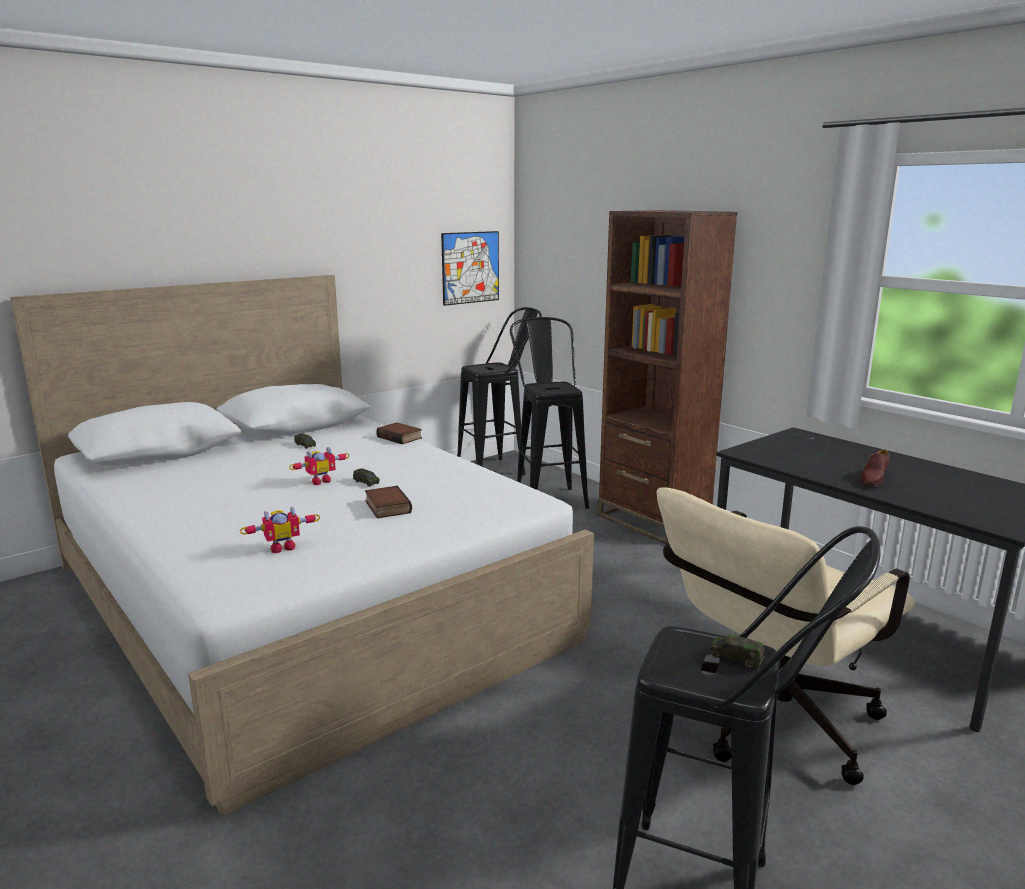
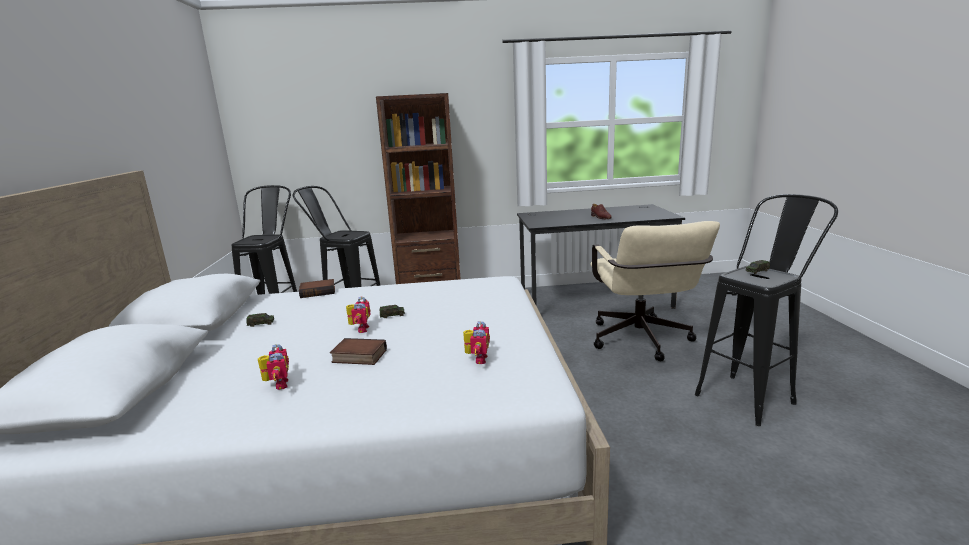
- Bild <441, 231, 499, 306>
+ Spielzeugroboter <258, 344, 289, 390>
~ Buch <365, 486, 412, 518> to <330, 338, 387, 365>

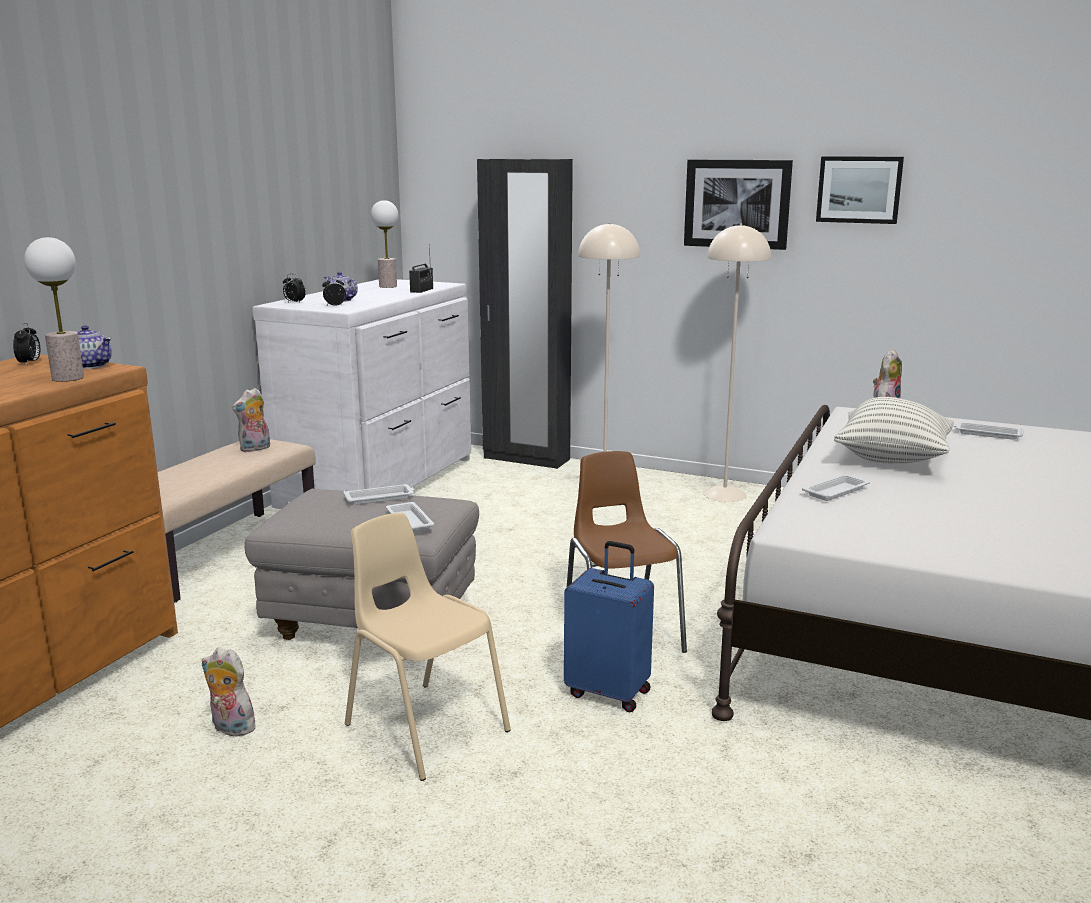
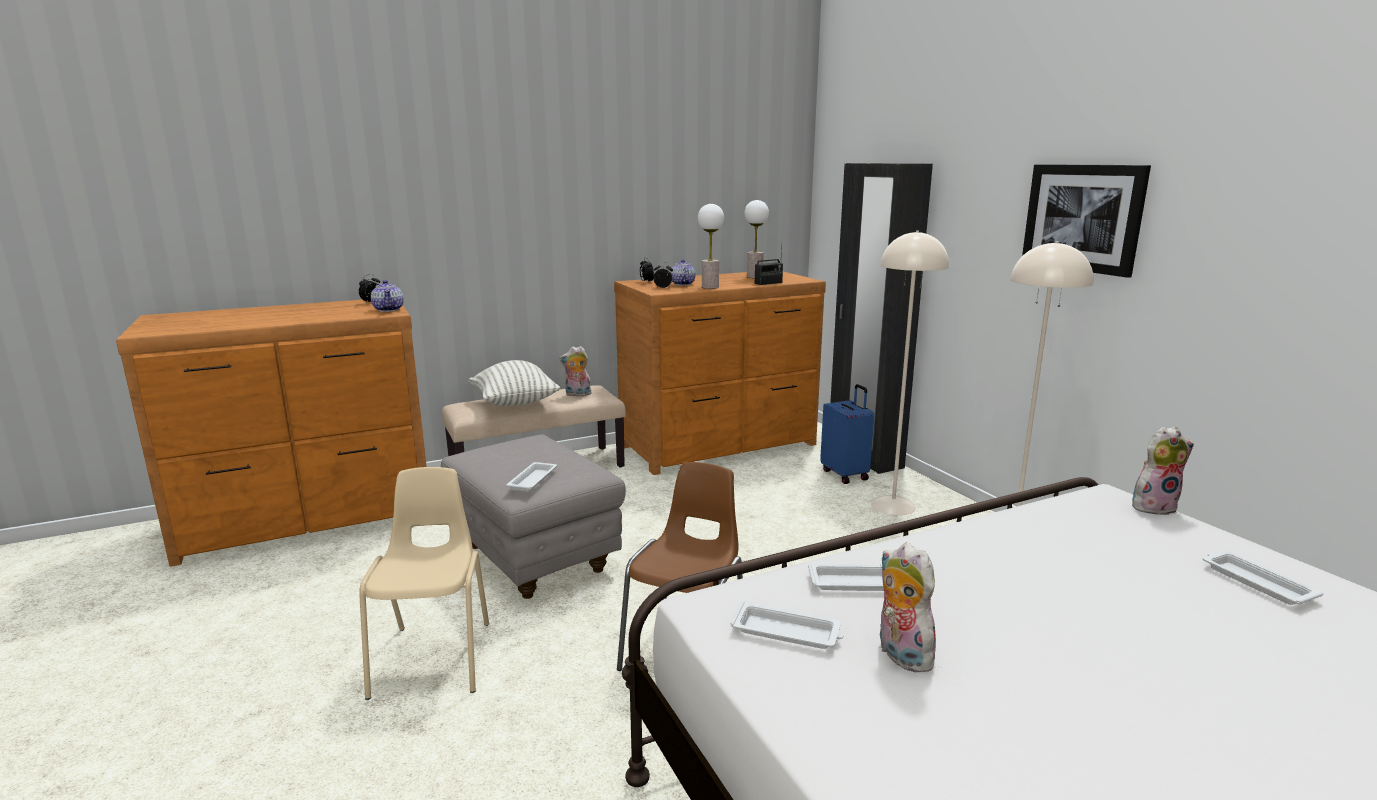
- Bild <816, 156, 904, 224>
~ Tischlampe <24, 237, 84, 382> to <698, 204, 724, 289>
~ Plüschtier <202, 647, 256, 736> to <879, 542, 939, 673>
~ Tablett/weiß <343, 484, 414, 505> to <731, 601, 843, 649>
~ Koffer/blau <564, 541, 654, 712> to <820, 384, 874, 484>
~ Kissen <834, 397, 954, 463> to <469, 360, 560, 406>
~ Kommode/weiß <252, 279, 471, 509> to Kommode/braun <614, 272, 826, 475>

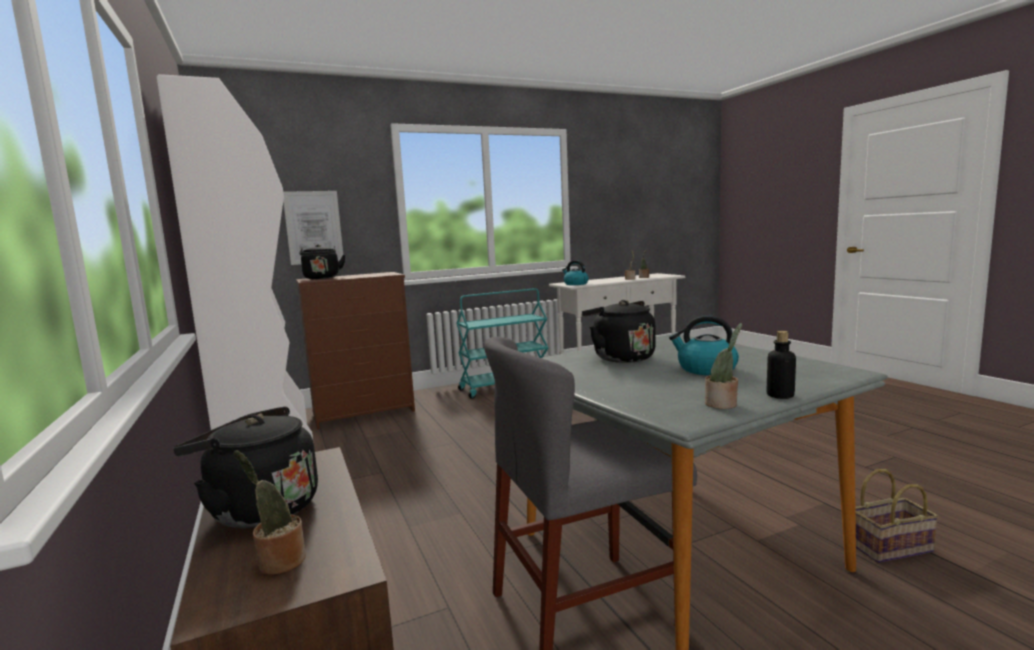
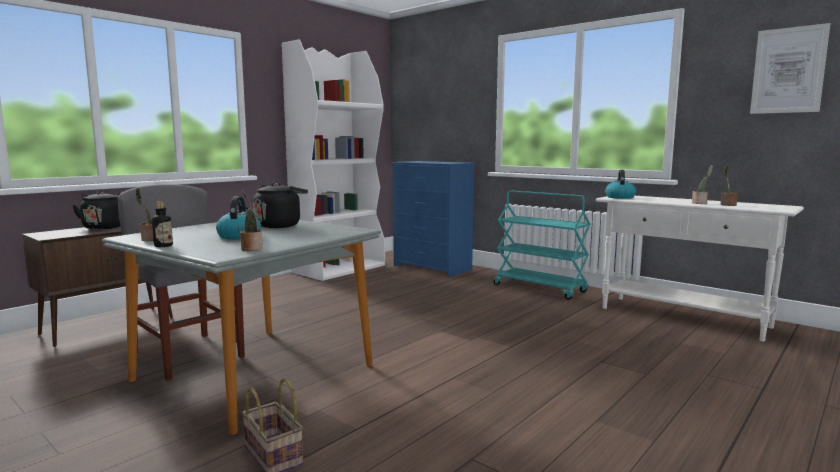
- Wasserkessel/schwarz <299, 244, 345, 279>
~ Topfpflanze <234, 450, 306, 575> to <240, 191, 263, 251>
~ Bild <283, 191, 343, 265> to <750, 23, 830, 114>
~ Kommode/braun <296, 272, 415, 429> to Kommode/blau <392, 161, 475, 277>

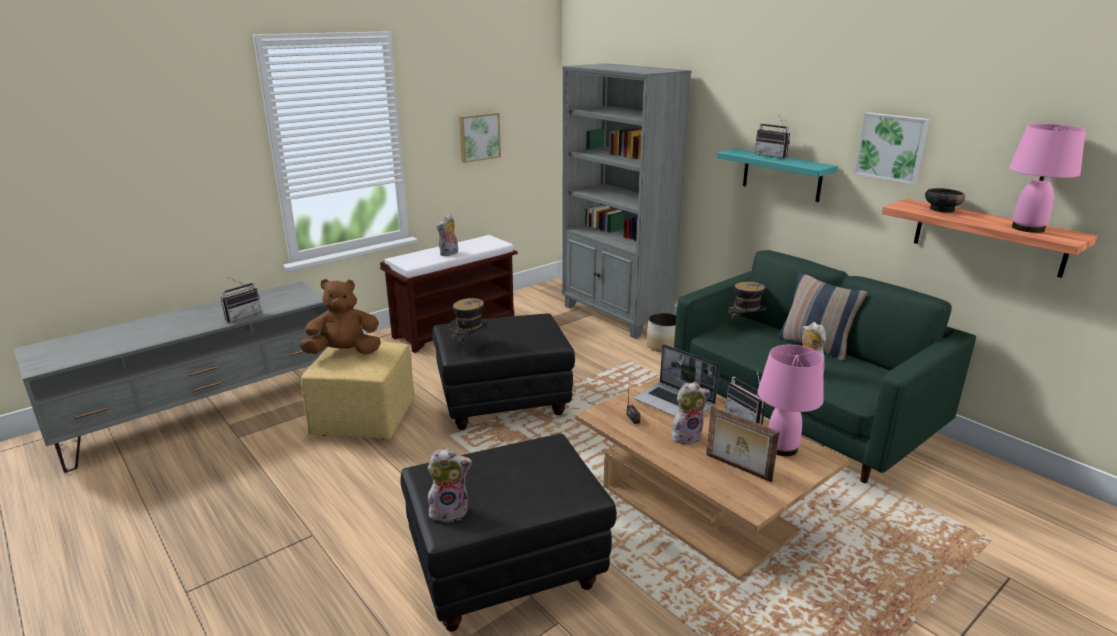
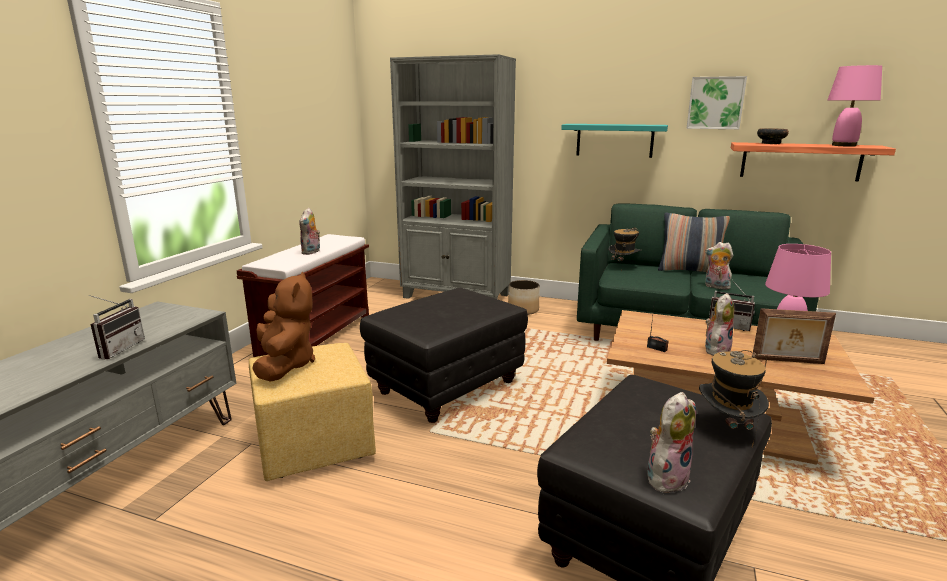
- Bild <459, 112, 501, 163>
- Laptop <634, 344, 719, 417>
- Radio <755, 116, 790, 159>
~ Hut <449, 298, 490, 354> to <699, 350, 769, 447>
~ Plüschtier/braun <299, 279, 381, 354> = <252, 272, 315, 382> 120 degrees clockwise

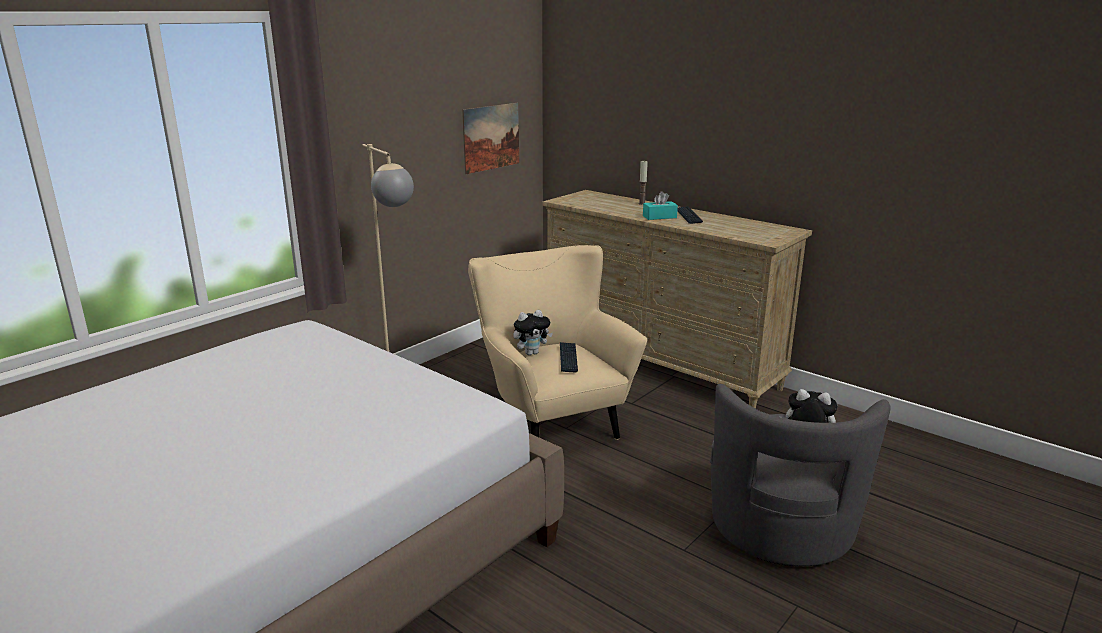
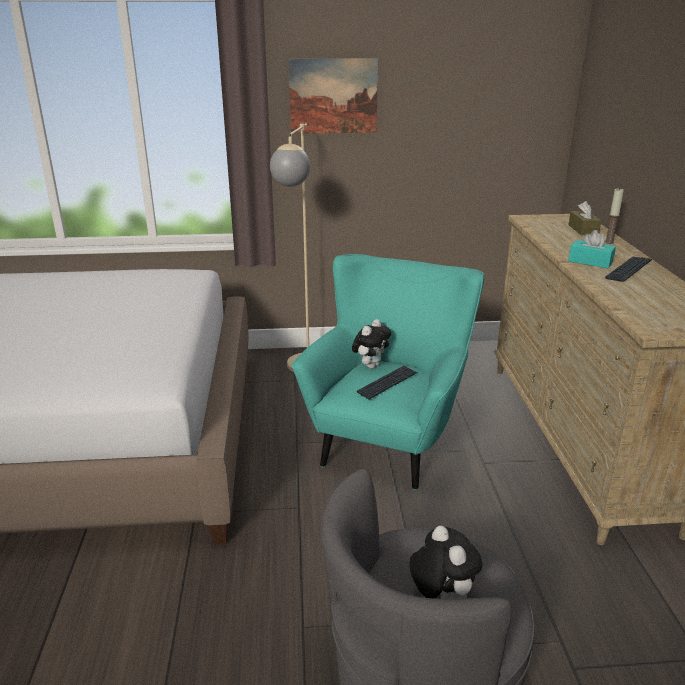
+ Taschentuchbox/braun <569, 201, 601, 235>
~ Bild <462, 103, 519, 174> to <288, 58, 378, 134>
~ Sessel/beige <468, 245, 647, 440> to Sessel/türkis <292, 254, 485, 490>
~ Plüschtier <513, 310, 553, 355> = <352, 319, 391, 369> 75 degrees counterclockwise

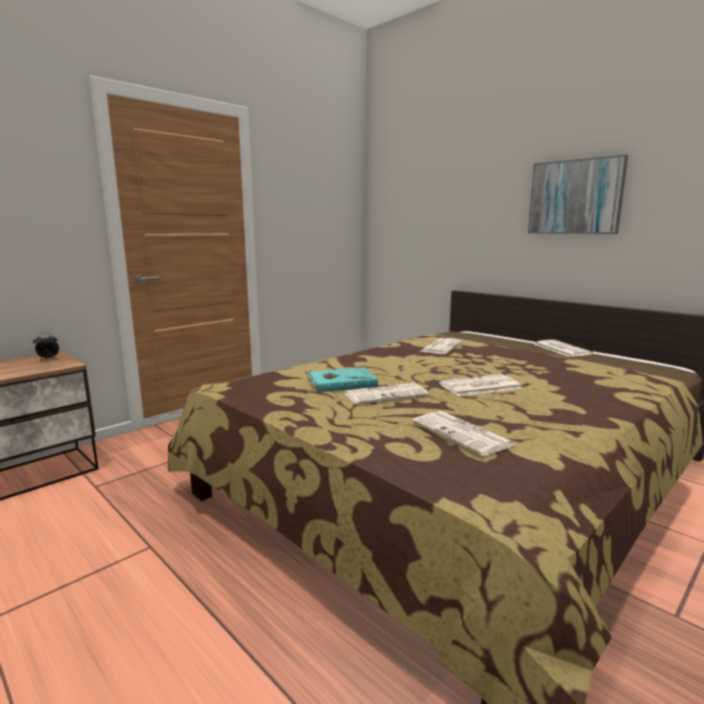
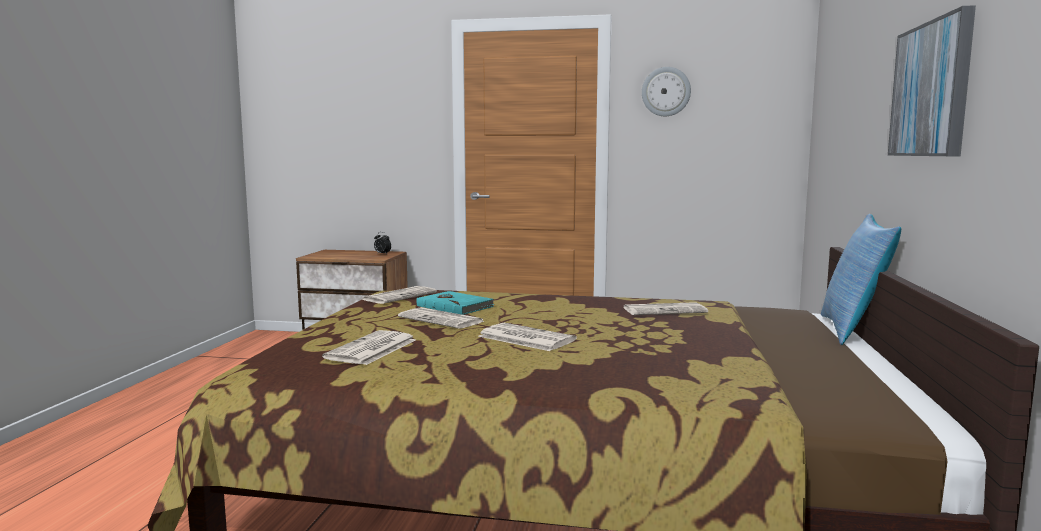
+ Wanduhr <642, 67, 691, 116>
+ Kissen <821, 214, 901, 345>
~ Zeitung <534, 340, 593, 357> to <362, 286, 437, 304>

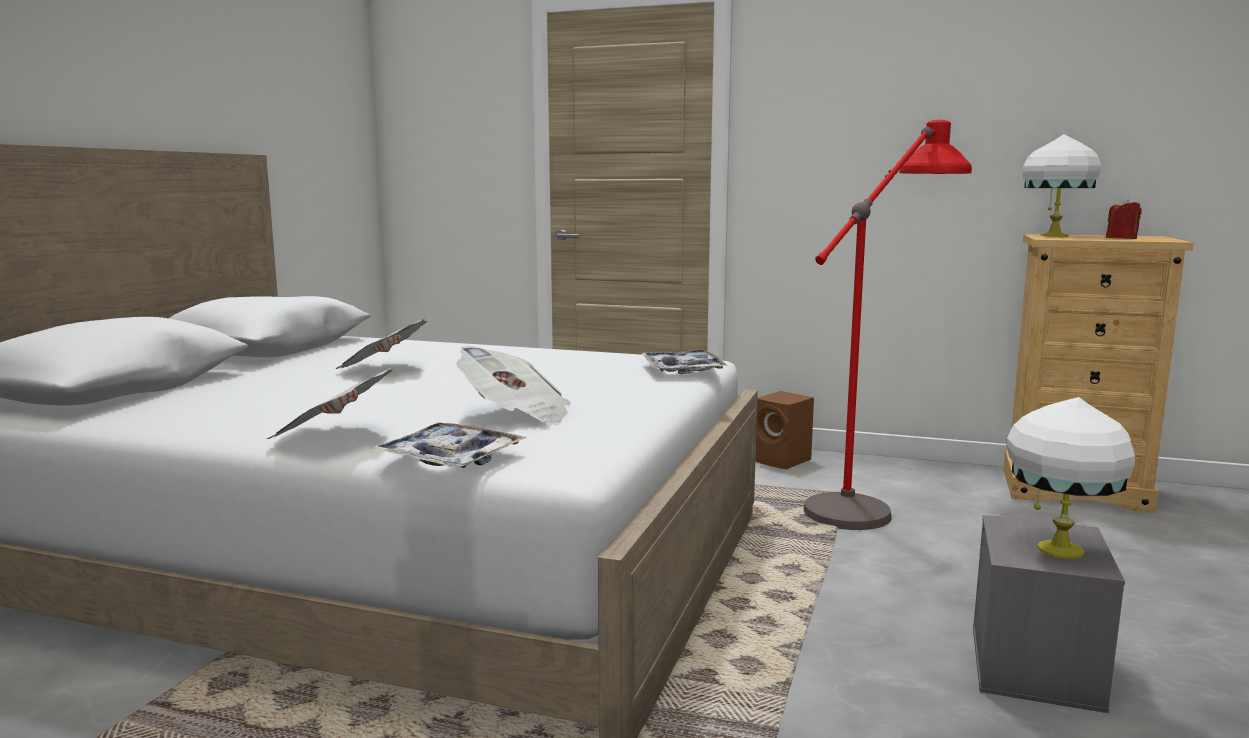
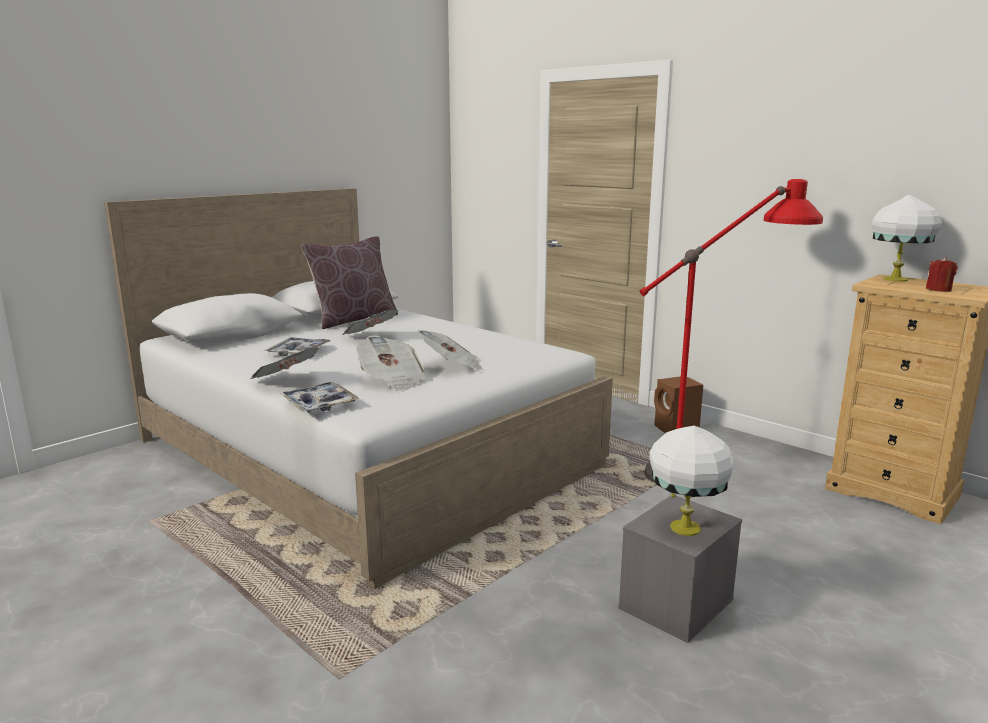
+ Kissen/braun <301, 236, 398, 329>
+ Zeitung <418, 330, 483, 370>
~ Tablett <642, 350, 728, 374> to <265, 337, 330, 356>

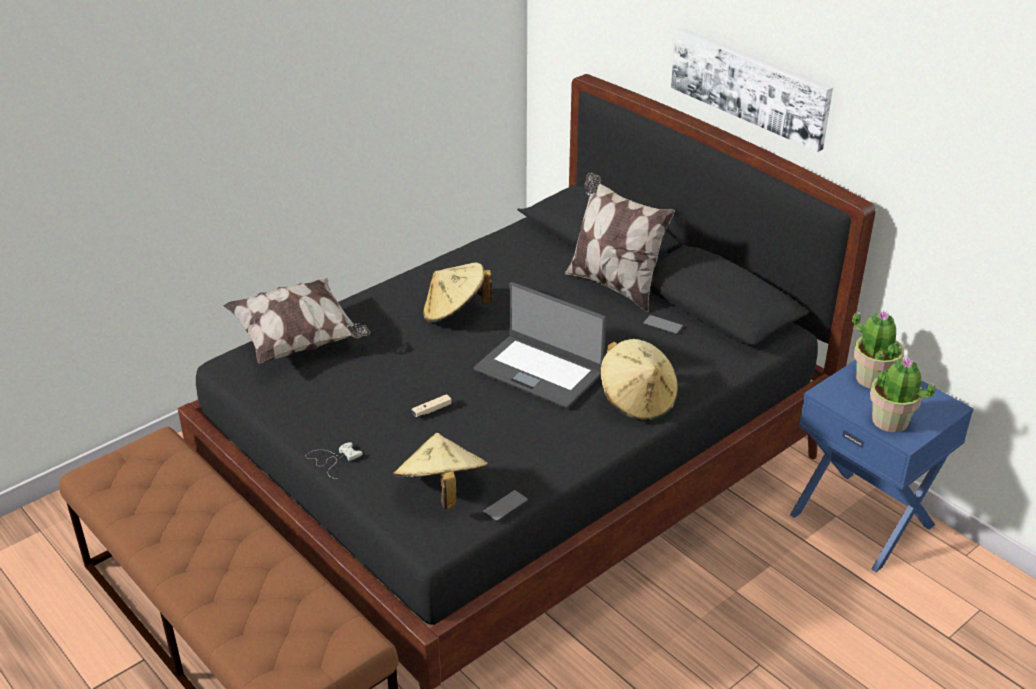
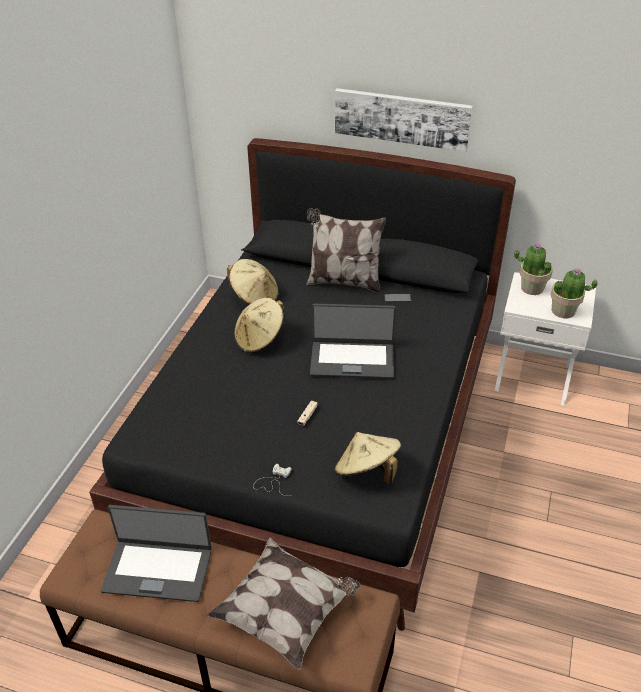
- Handy <483, 490, 528, 522>
+ Laptop <101, 505, 212, 602>
~ Kissen <223, 278, 370, 364> to <207, 538, 360, 670>
~ Hut/beige <601, 339, 678, 422> to <227, 259, 278, 305>
~ Nachttisch/blau <790, 360, 973, 572> to Nachttisch/weiß <495, 272, 596, 406>

